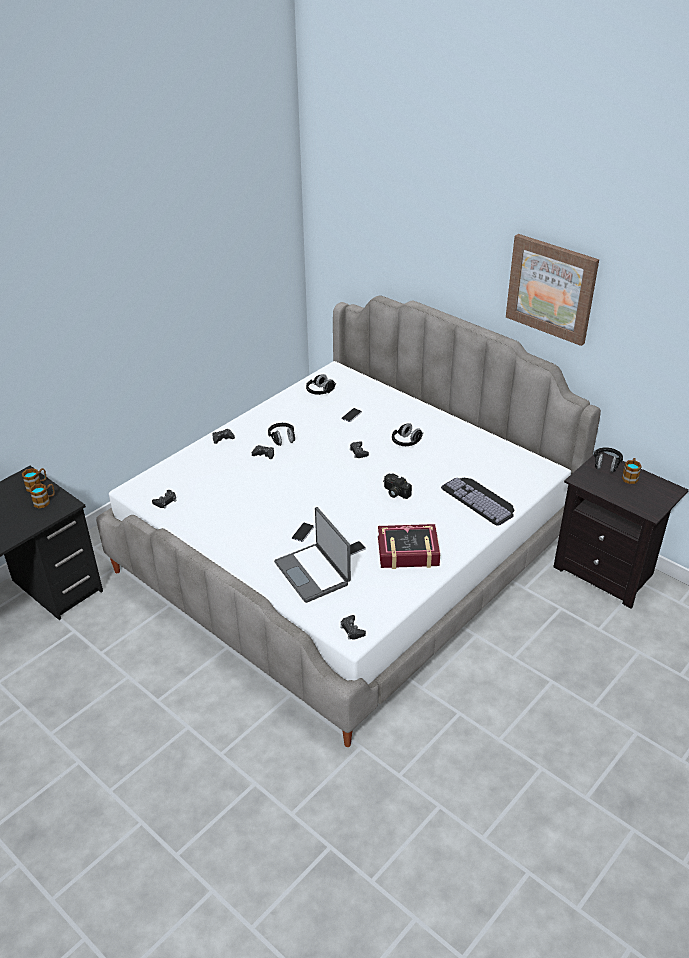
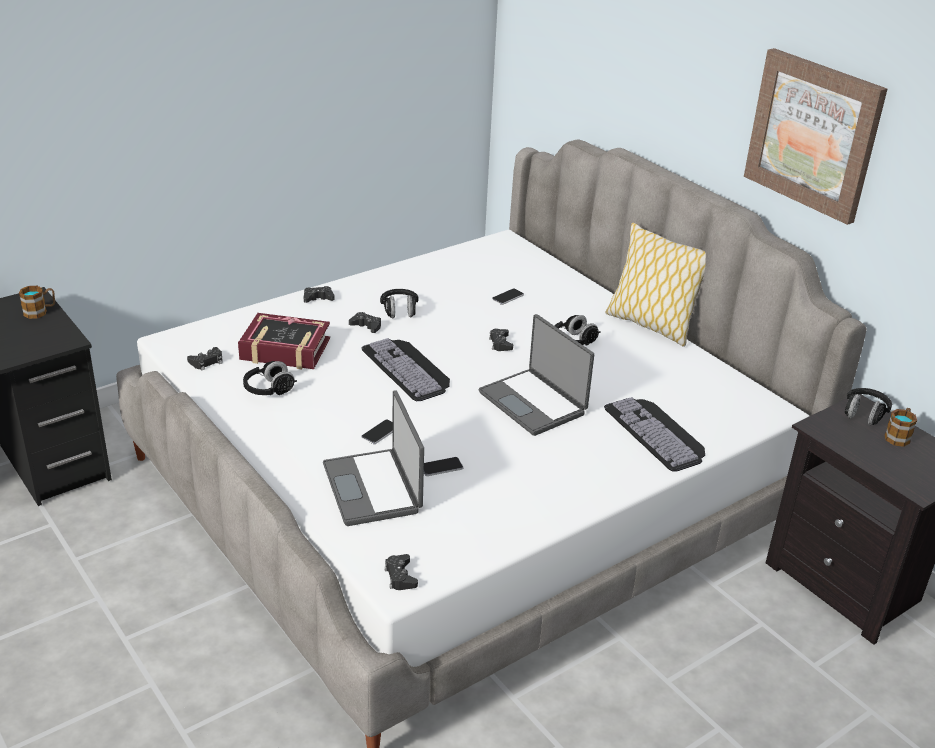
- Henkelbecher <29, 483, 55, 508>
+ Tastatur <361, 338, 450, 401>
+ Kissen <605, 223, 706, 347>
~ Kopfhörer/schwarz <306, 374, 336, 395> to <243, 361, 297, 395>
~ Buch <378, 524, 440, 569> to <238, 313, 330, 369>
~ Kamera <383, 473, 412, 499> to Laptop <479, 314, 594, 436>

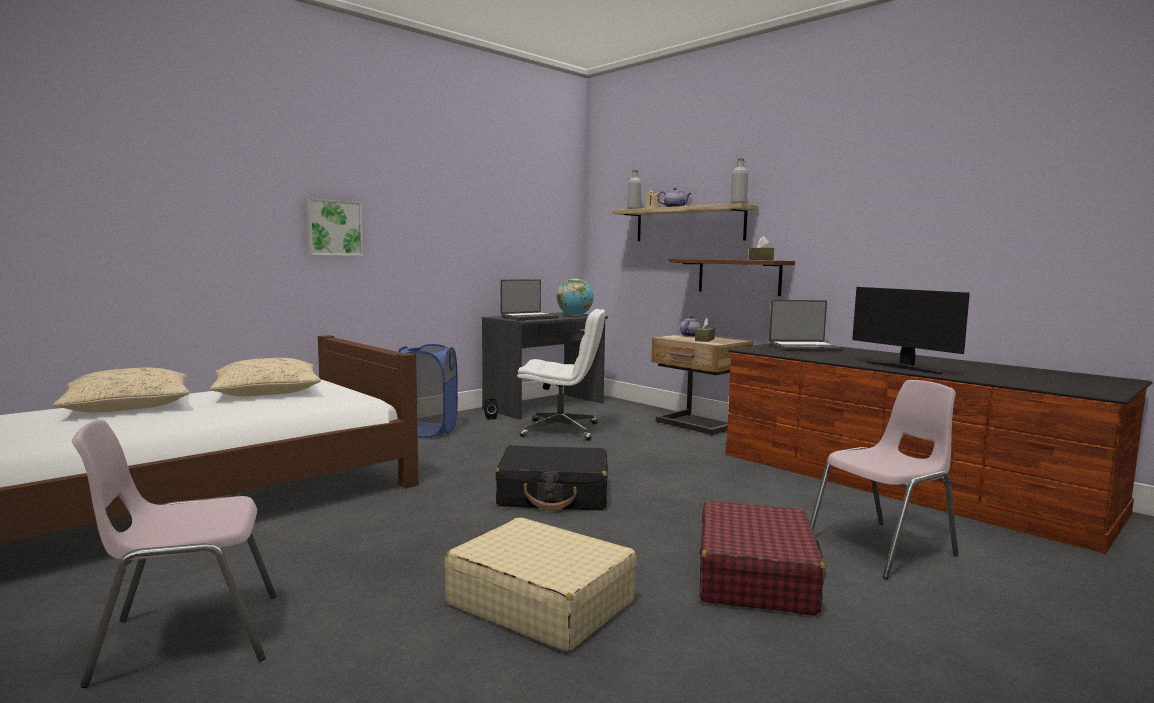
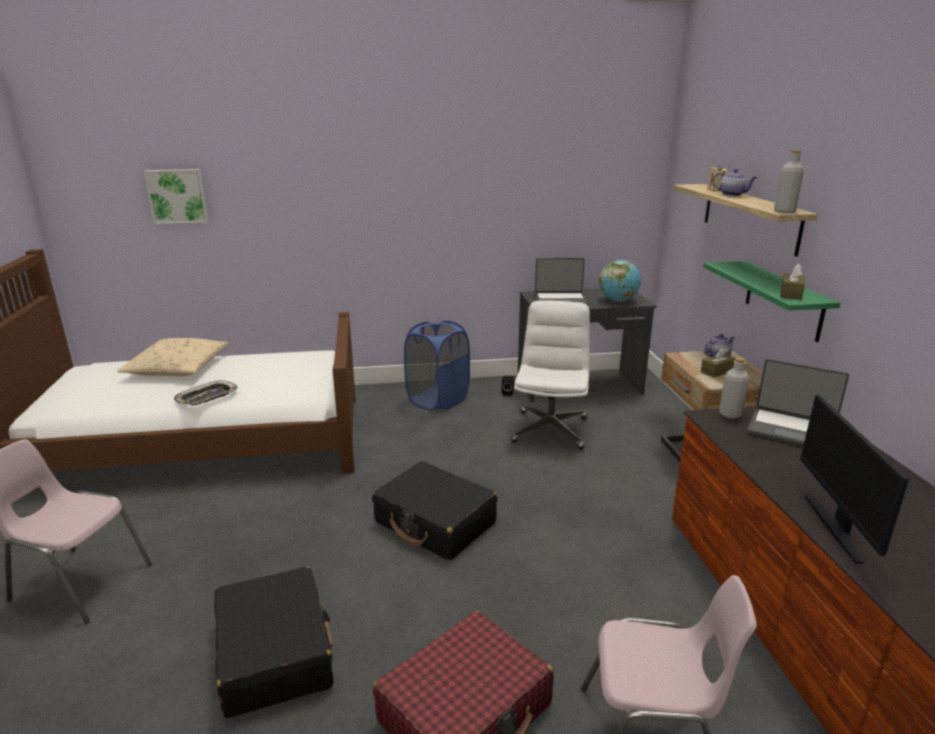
- Kissen/beige <210, 358, 321, 397>
+ Tablett <174, 380, 238, 405>
~ Bild <306, 199, 363, 256> to <144, 169, 209, 224>
~ Flasche/grau <627, 170, 641, 209> to <719, 357, 749, 419>
~ Koffer/beige <444, 517, 637, 652> to Koffer/schwarz <214, 566, 333, 718>
~ Wandregal/braun <669, 259, 795, 296> to Wandregal/grün <703, 261, 840, 342>
~ Bürostuhl/weiß <517, 309, 605, 441> = <511, 300, 590, 450> 120 degrees counterclockwise

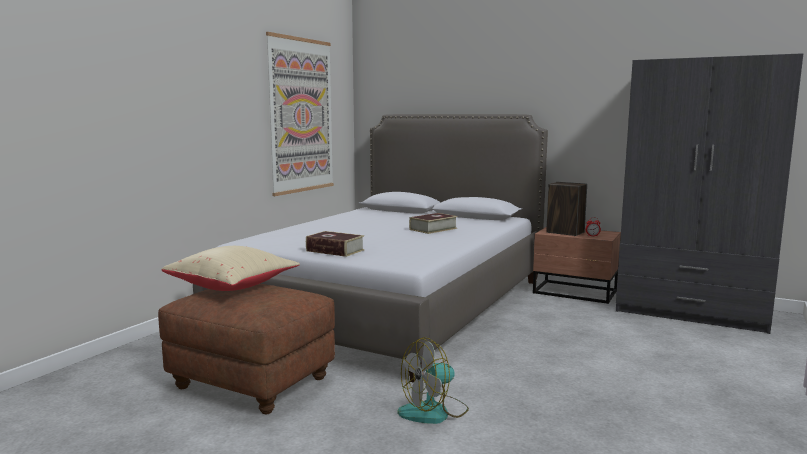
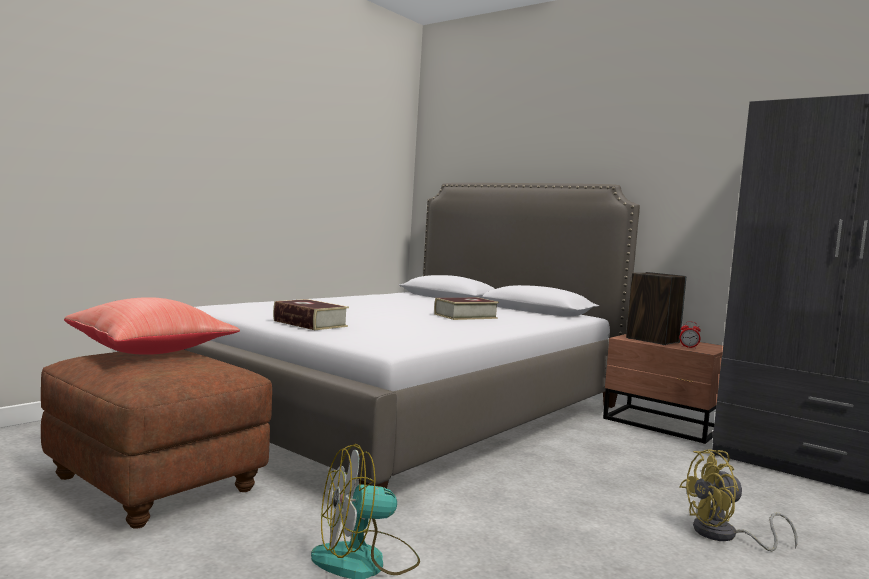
- Bild <266, 32, 334, 196>
+ Ventilator/gelb <680, 449, 797, 551>
~ Kissen/beige <161, 246, 300, 291> to Kissen/rot <64, 297, 240, 355>

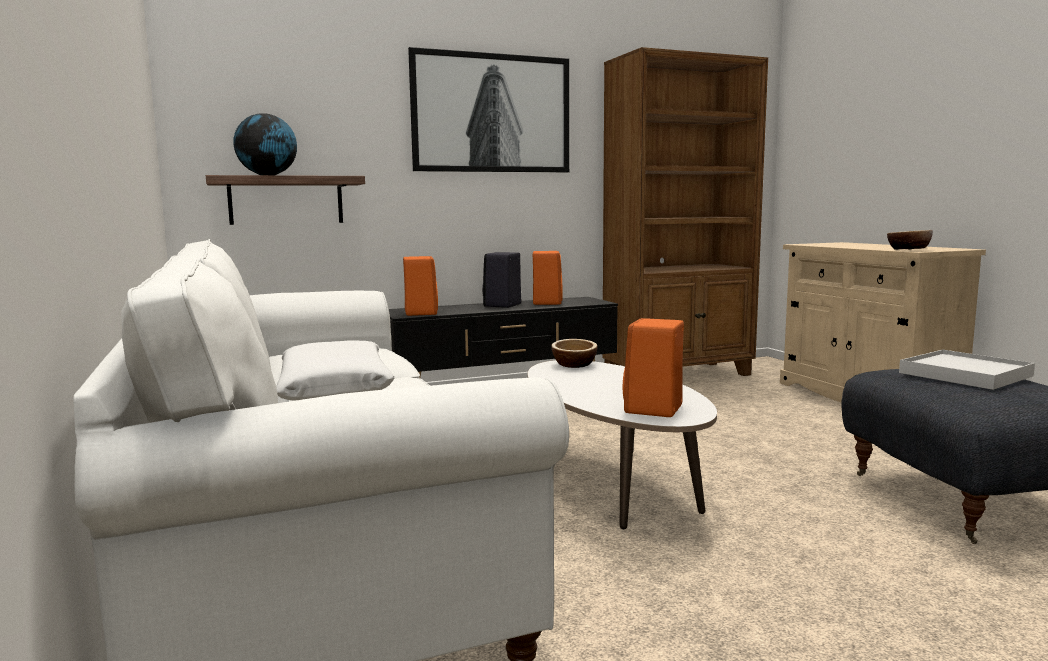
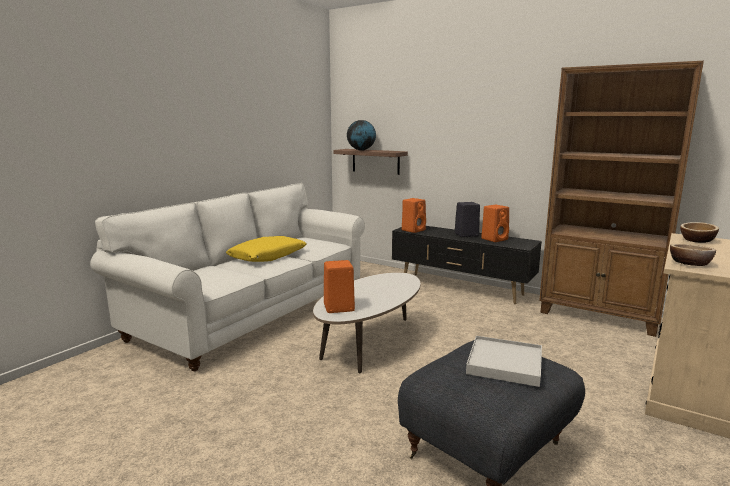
- Bild <408, 47, 569, 172>
~ Schüssel <551, 339, 597, 368> to <680, 222, 719, 243>
~ Kissen/weiß <276, 340, 395, 401> to Kissen/gelb <226, 236, 307, 262>

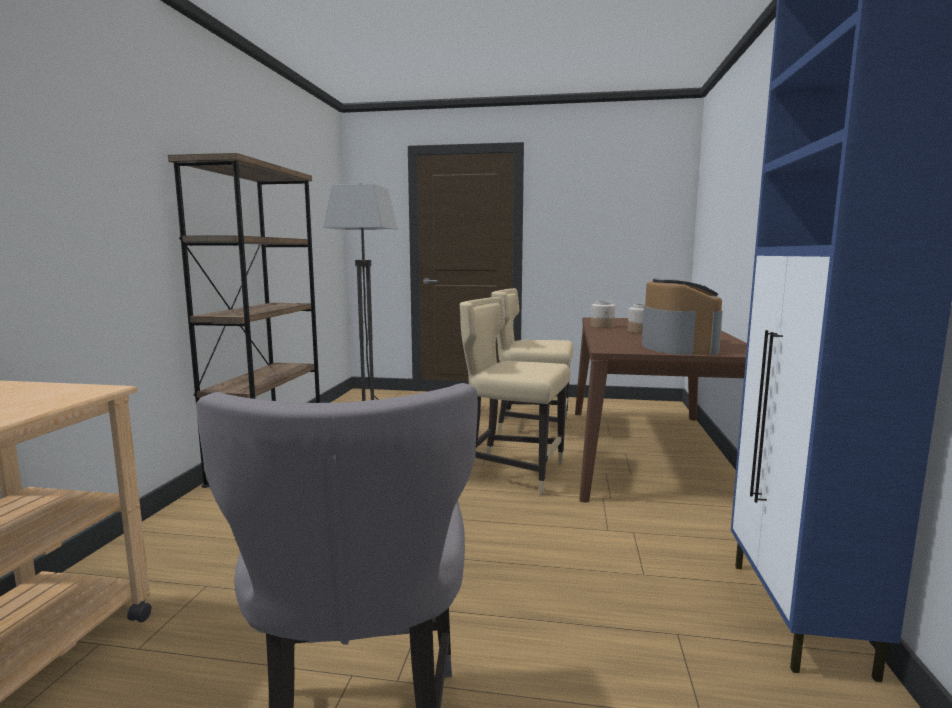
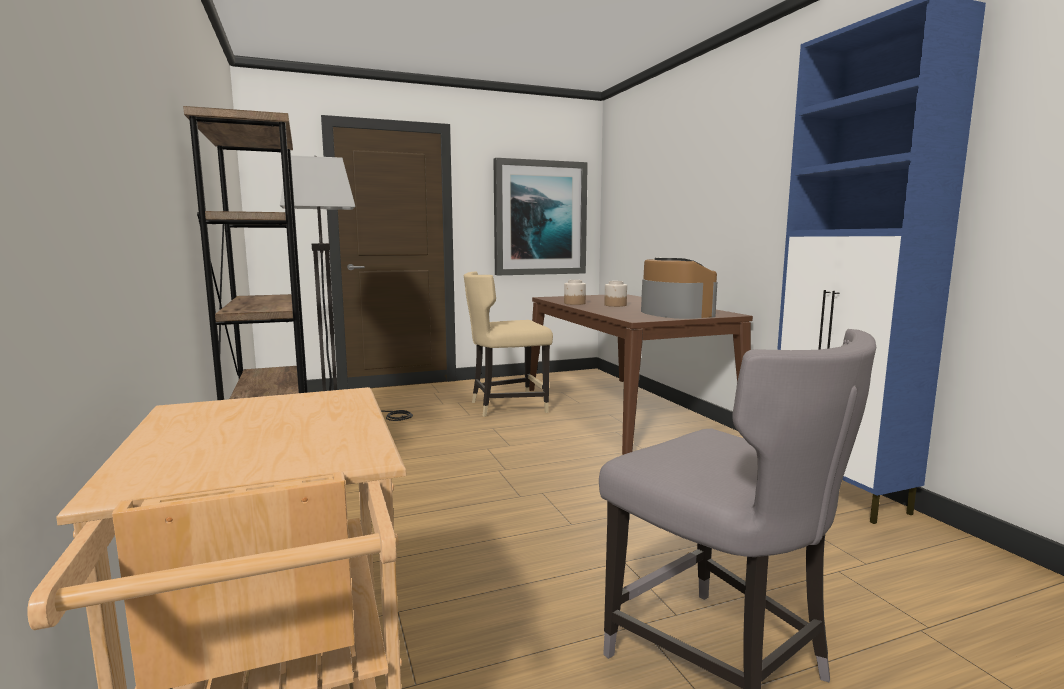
- Stuhl/beige <460, 297, 571, 495>
+ Bild <493, 158, 588, 275>

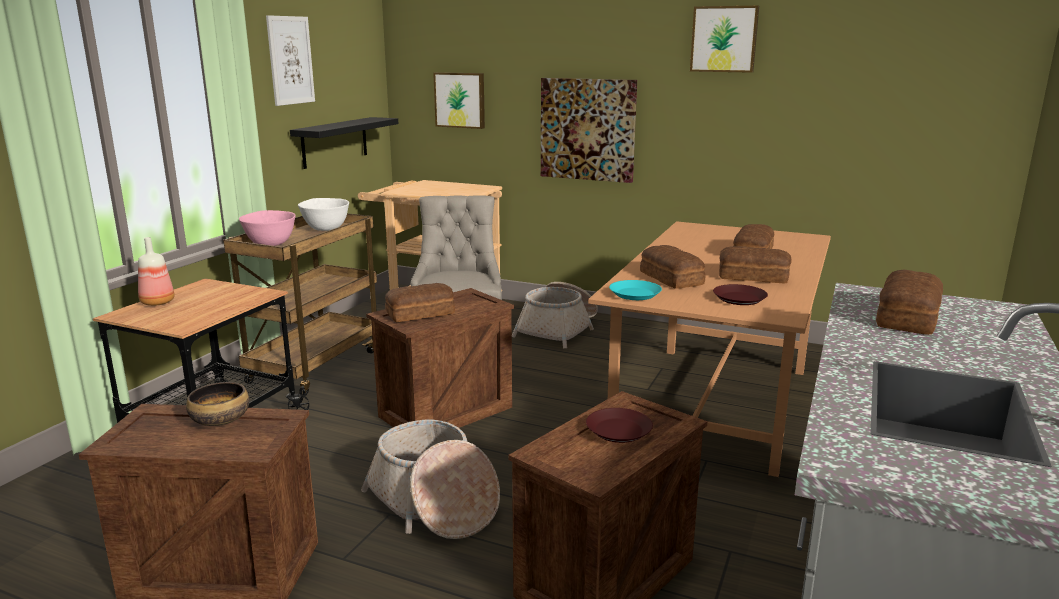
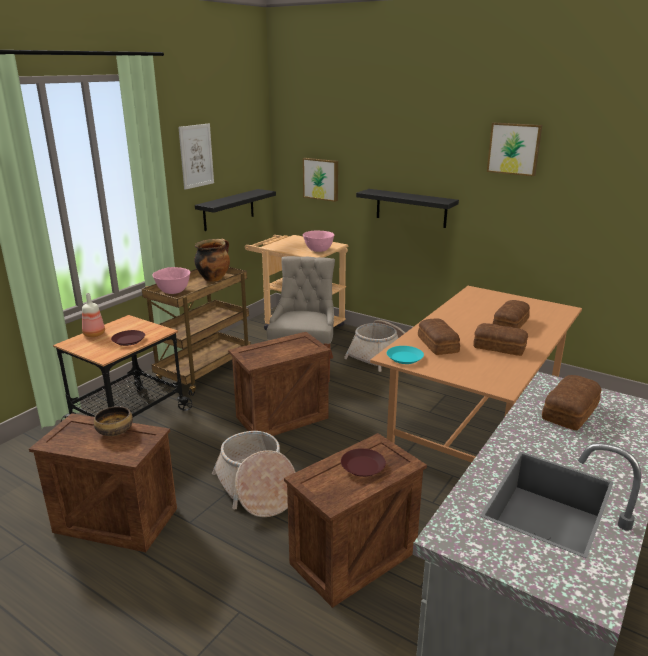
- Brot <385, 283, 455, 322>
+ Schüssel/rosa <303, 231, 335, 252>
~ Teller/braun <713, 284, 768, 305> to <111, 330, 145, 346>
~ Schüssel/weiß <298, 198, 349, 231> to Kochtopf <194, 239, 230, 282>
~ Bild <541, 78, 637, 183> to Wandregal/schwarz <356, 189, 459, 228>

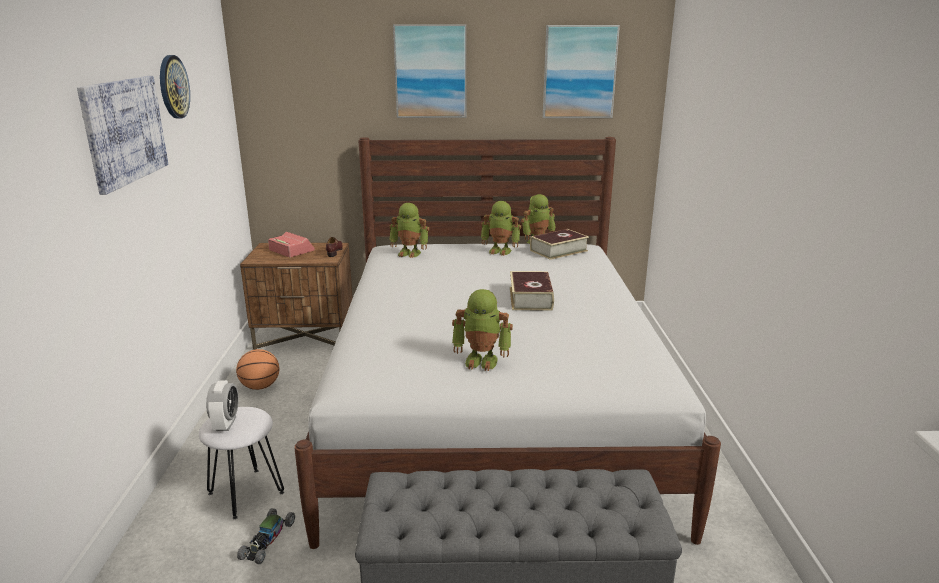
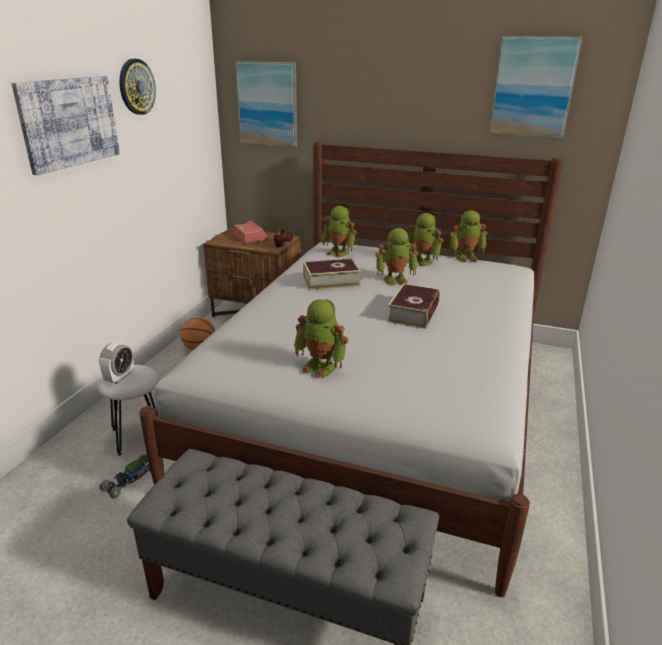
+ Spielzeugroboter <375, 228, 418, 286>
~ Bild <393, 24, 466, 118> to <235, 61, 297, 147>
~ Buch <530, 229, 589, 260> to <303, 259, 361, 290>

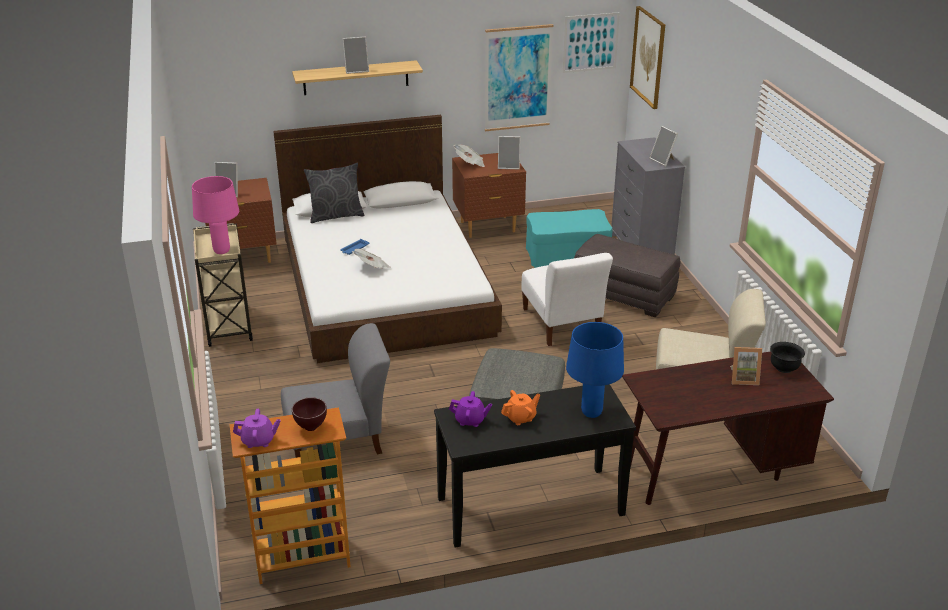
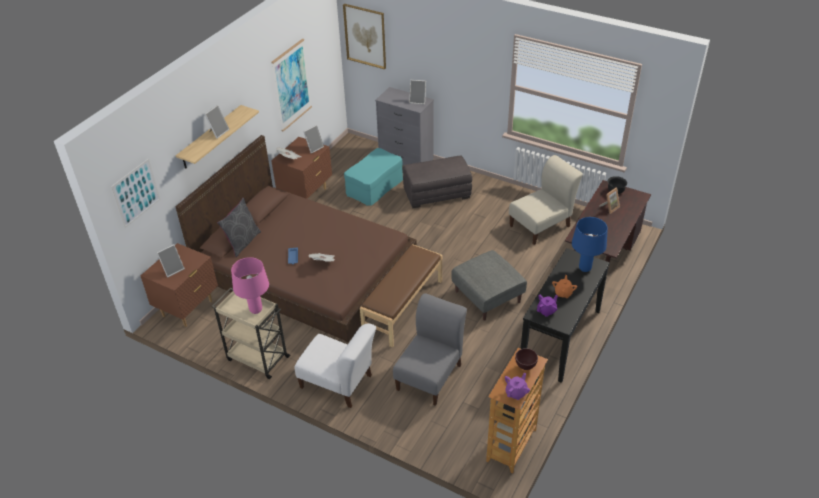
+ Bank/braun <360, 244, 442, 348>
~ Stuhl/weiß <521, 253, 613, 346> to <295, 323, 376, 408>
~ Bild <562, 12, 620, 73> to <111, 158, 161, 228>
~ Bett/weiß <273, 115, 502, 363> to Bett/braun <175, 135, 417, 342>

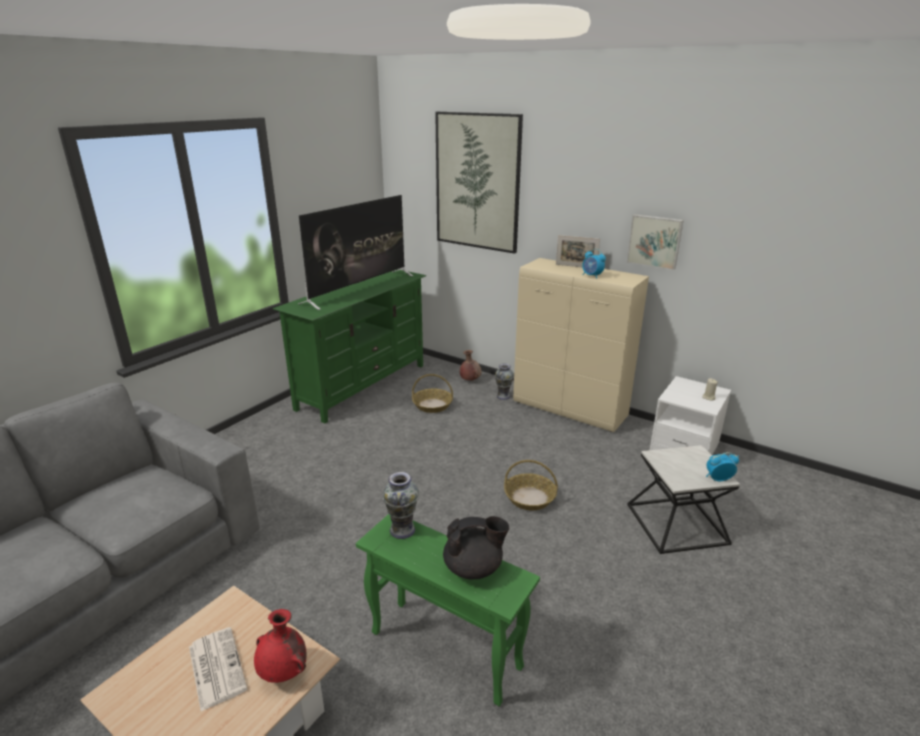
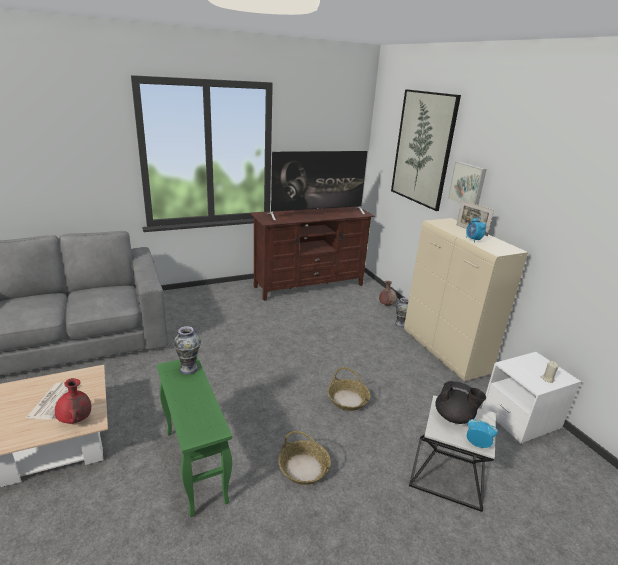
~ Korb <412, 374, 453, 413> to <278, 431, 331, 485>
~ Teekanne/schwarz <443, 516, 509, 579> to <435, 381, 486, 424>
~ Bild <627, 214, 684, 270> to <448, 161, 487, 205>
~ Fernsehschrank/grün <273, 269, 426, 423> to Fernsehschrank/braun <250, 206, 375, 301>

